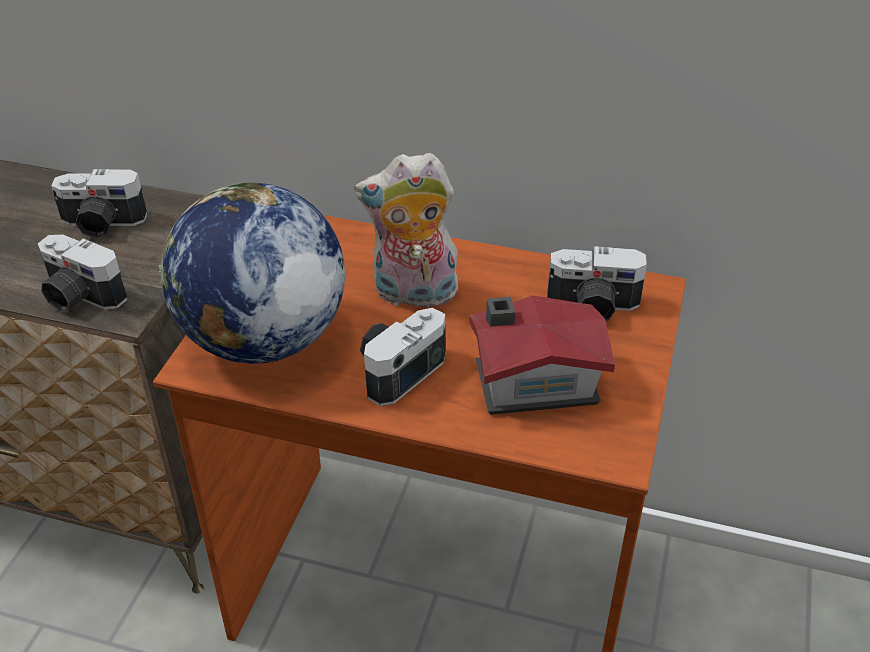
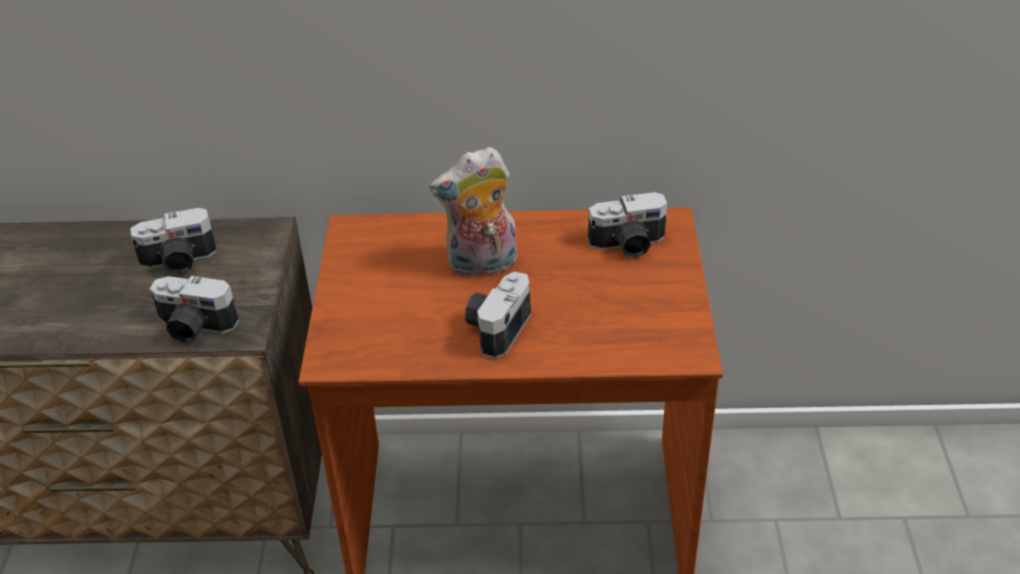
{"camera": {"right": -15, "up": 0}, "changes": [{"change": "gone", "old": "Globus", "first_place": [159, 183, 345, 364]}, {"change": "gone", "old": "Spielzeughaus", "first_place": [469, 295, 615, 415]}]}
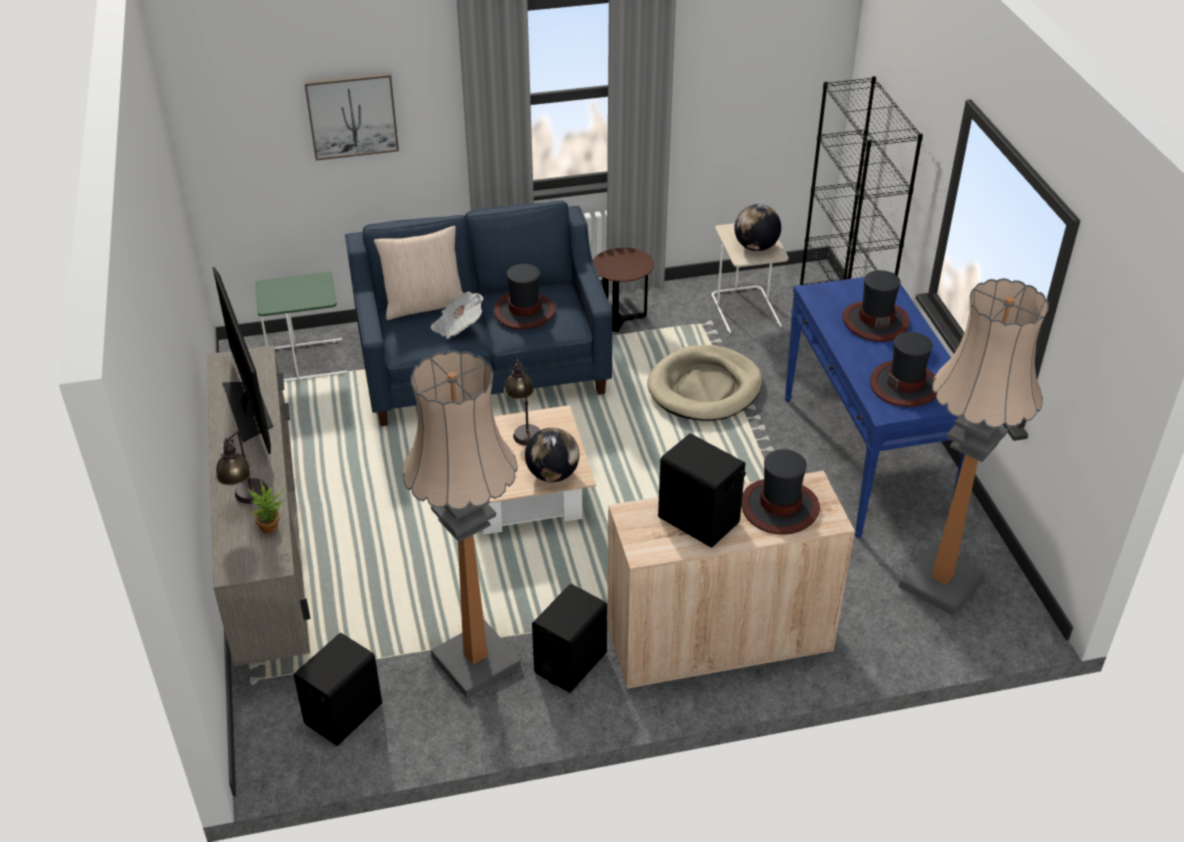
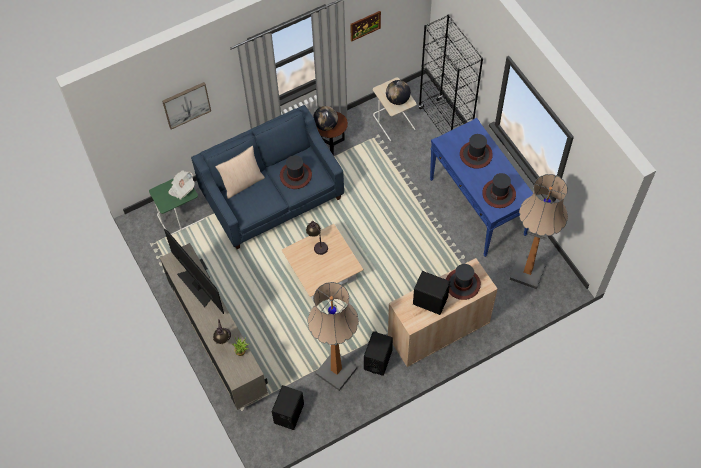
{"camera": {"right": -15, "up": 20}, "changes": [{"change": "shifted", "old": "Zeitung", "first_place": [431, 291, 484, 339], "second_place": [169, 171, 195, 200]}, {"change": "gone", "old": "Hundebett [beige]", "first_place": [647, 345, 762, 421]}, {"change": "shifted", "old": "Globus", "first_place": [525, 428, 580, 482], "second_place": [313, 106, 338, 131]}, {"change": "new", "new": "Bild", "second_place": [350, 11, 381, 42]}]}
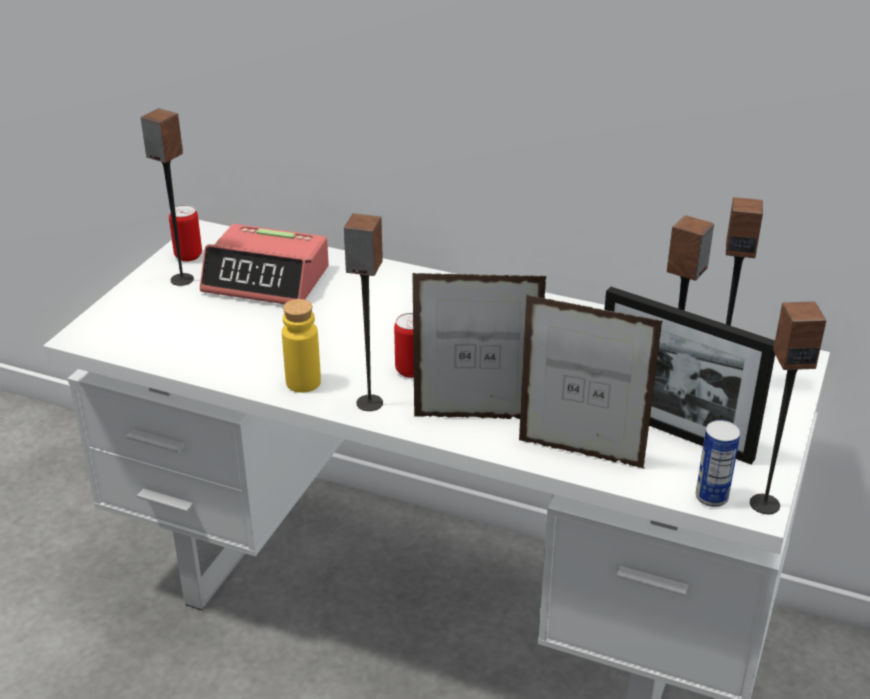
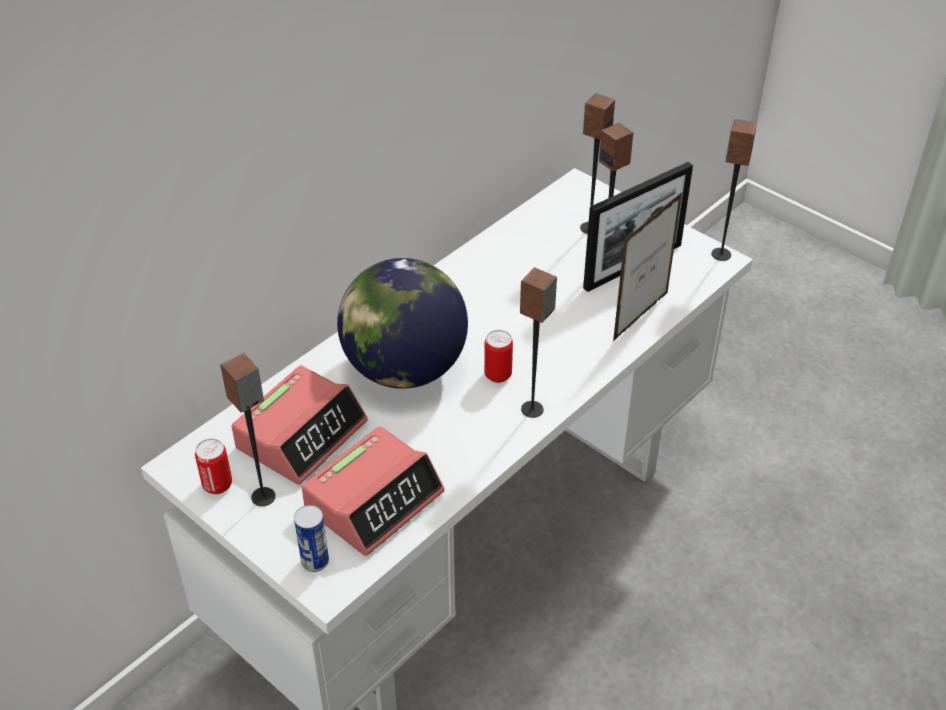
{"camera": {"right": -70, "up": 10}, "changes": [{"change": "gone", "old": "Bilderrahmen", "first_place": [412, 273, 547, 419]}, {"change": "gone", "old": "Flasche [gelb]", "first_place": [282, 299, 321, 393]}, {"change": "shifted", "old": "Dose", "first_place": [696, 420, 740, 507], "second_place": [294, 505, 329, 572]}, {"change": "new", "new": "Globus", "second_place": [337, 258, 468, 389]}, {"change": "new", "new": "Wecker", "second_place": [302, 426, 445, 556]}]}
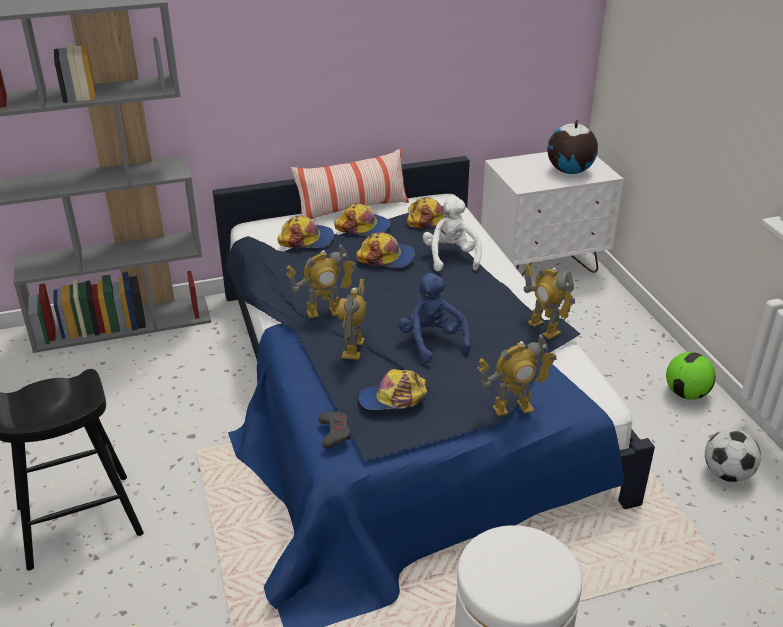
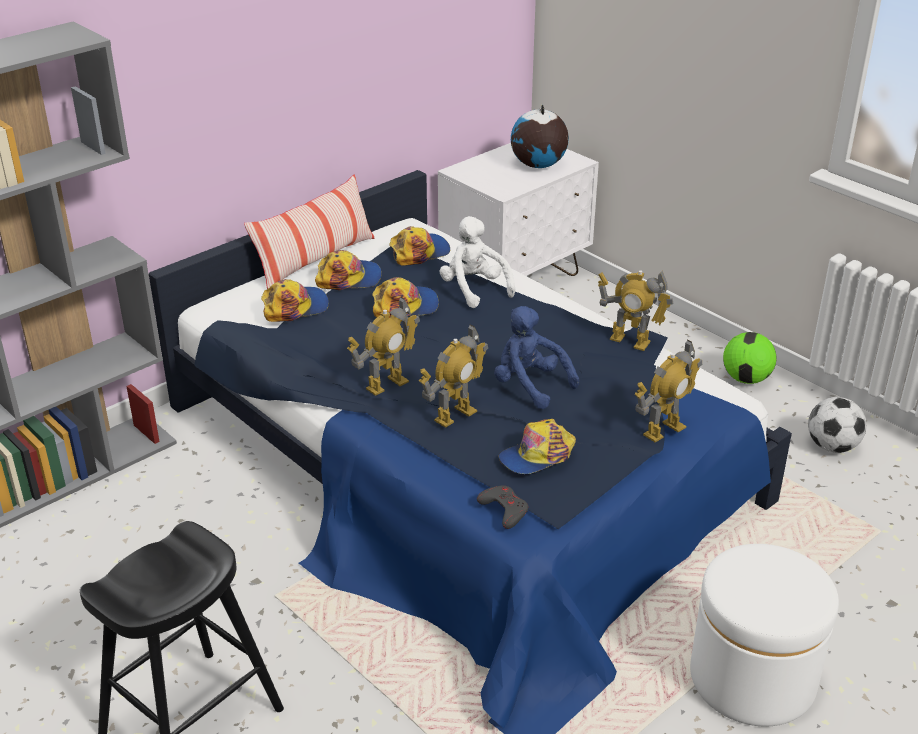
{"camera": {"right": -25, "up": 0}, "changes": [{"change": "rotated", "old": "Spielzeugroboter", "first_place": [338, 279, 367, 360], "second_place": [419, 324, 488, 428], "degrees": -120}]}
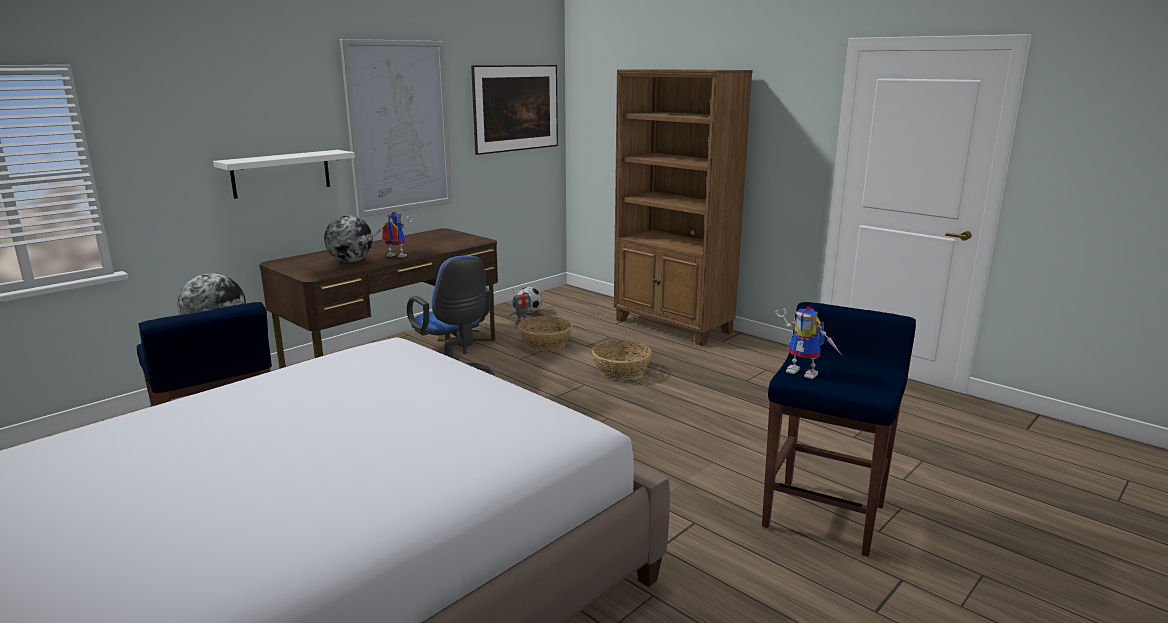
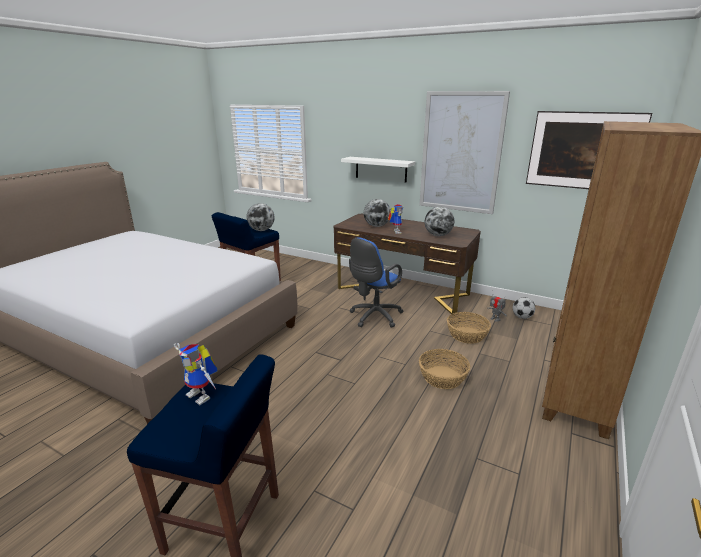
{"camera": {"right": 75, "up": 5}, "changes": [{"change": "rotated", "old": "Spielzeugroboter", "first_place": [776, 306, 842, 379], "second_place": [174, 343, 218, 405], "degrees": -75}, {"change": "new", "new": "Globus", "second_place": [425, 207, 454, 236]}]}
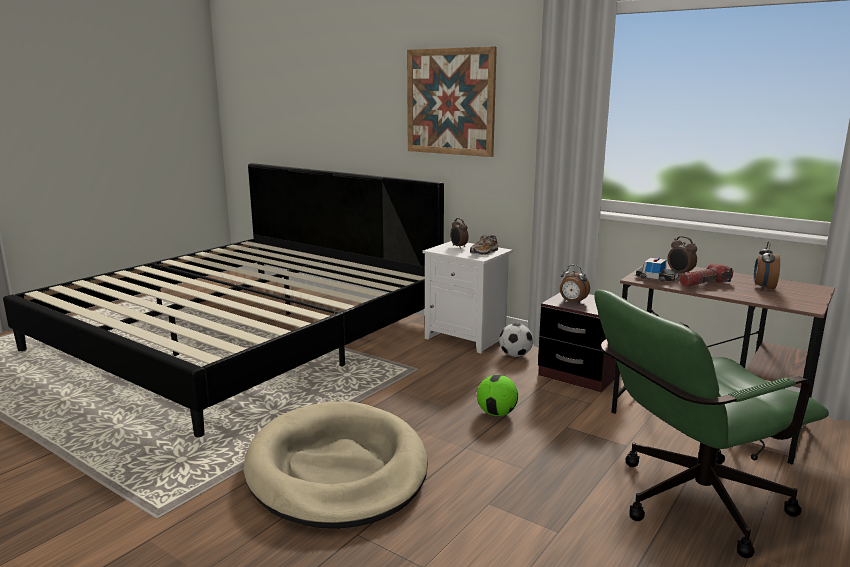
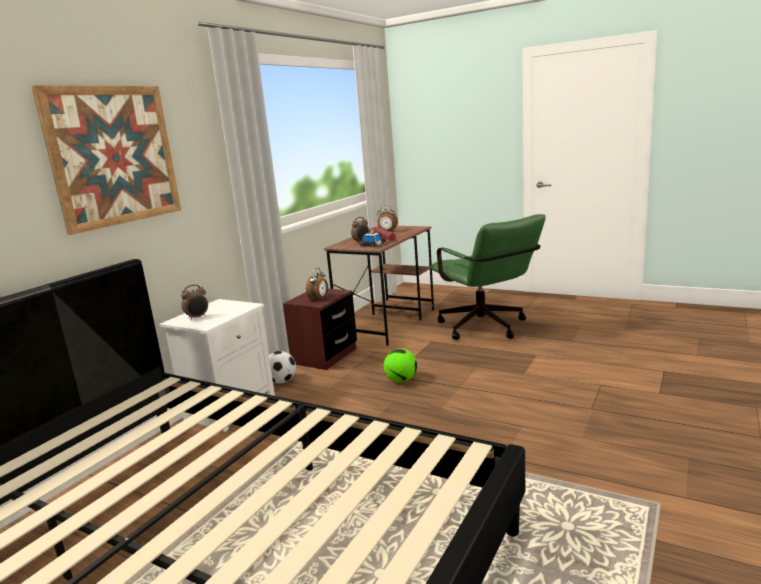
{"camera": {"right": -95, "up": 0}, "changes": [{"change": "gone", "old": "Schuh", "first_place": [470, 235, 498, 255]}, {"change": "gone", "old": "Hundebett [beige]", "first_place": [244, 401, 428, 529]}]}
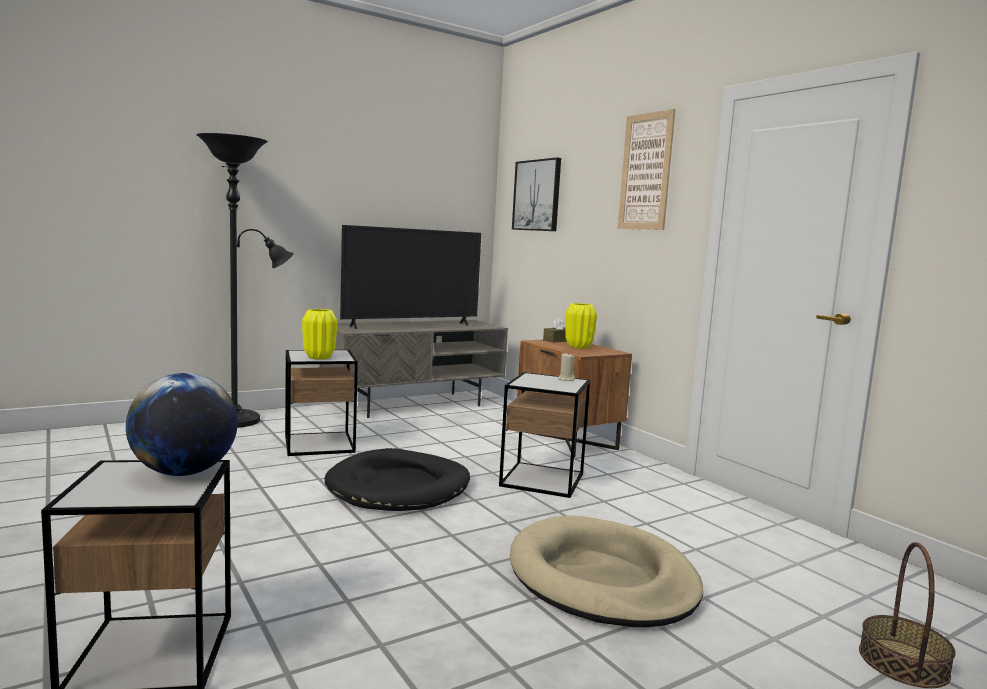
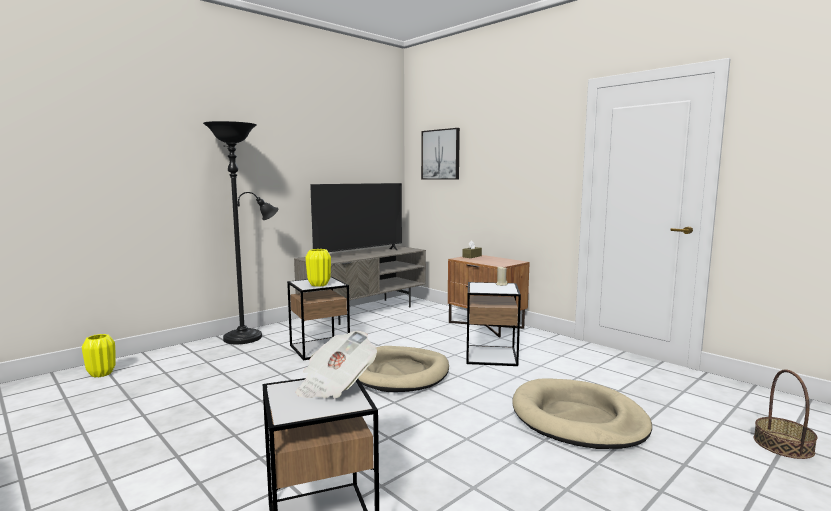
{"camera": {"right": -10, "up": 0}, "changes": [{"change": "gone", "old": "Bild", "first_place": [618, 109, 675, 230]}, {"change": "shifted", "old": "Vase [gelb]", "first_place": [565, 303, 597, 349], "second_place": [82, 334, 116, 377]}, {"change": "swapped", "old": "Globus", "new": "Zeitung", "first_place": [126, 373, 238, 476], "second_place": [296, 331, 377, 398]}, {"change": "repainted", "old": "Hundebett [schwarz]", "new": "Hundebett [beige]", "first_place": [324, 448, 470, 511], "second_place": [358, 346, 449, 392]}]}
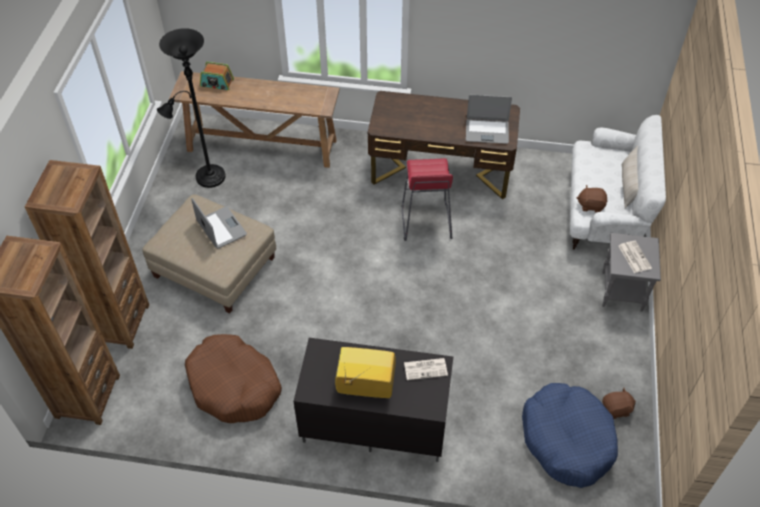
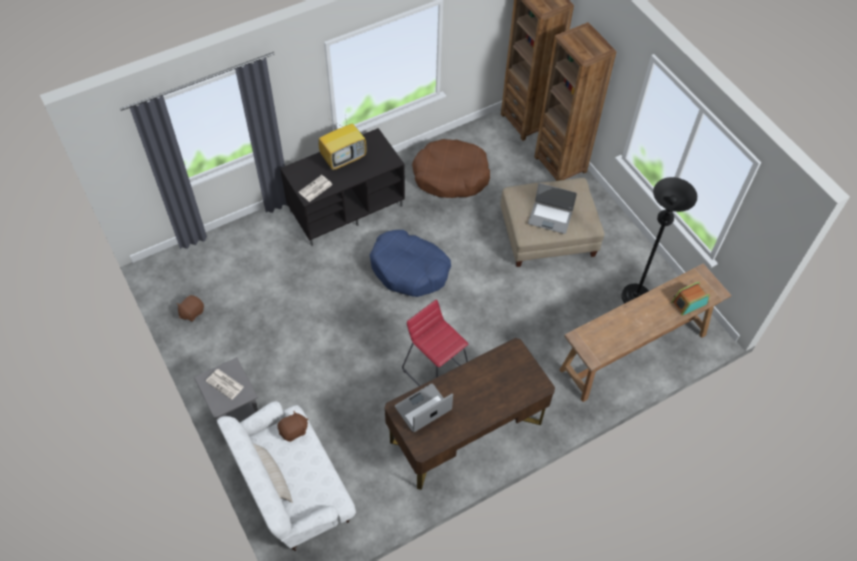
{"camera": {"right": 140, "up": 5}, "changes": [{"change": "shifted", "old": "Hundebett [blau]", "first_place": [522, 383, 618, 488], "second_place": [370, 230, 451, 297]}]}
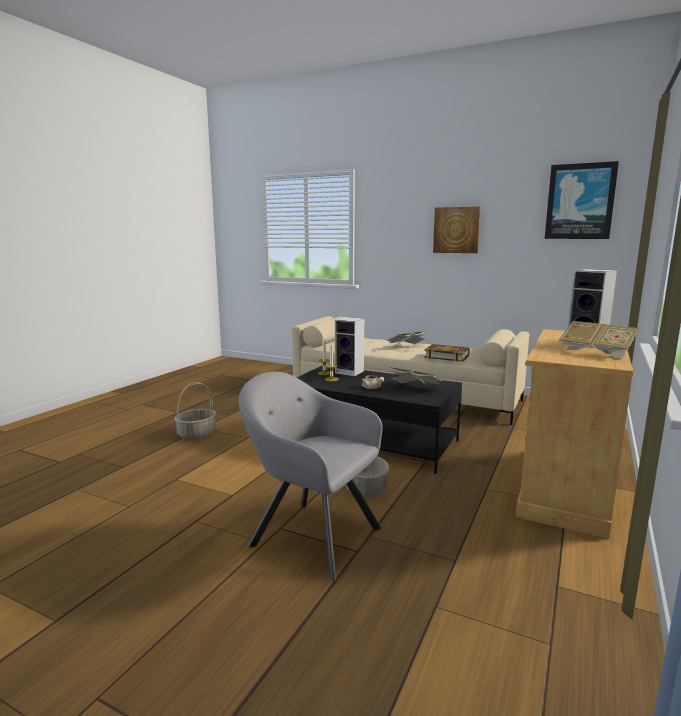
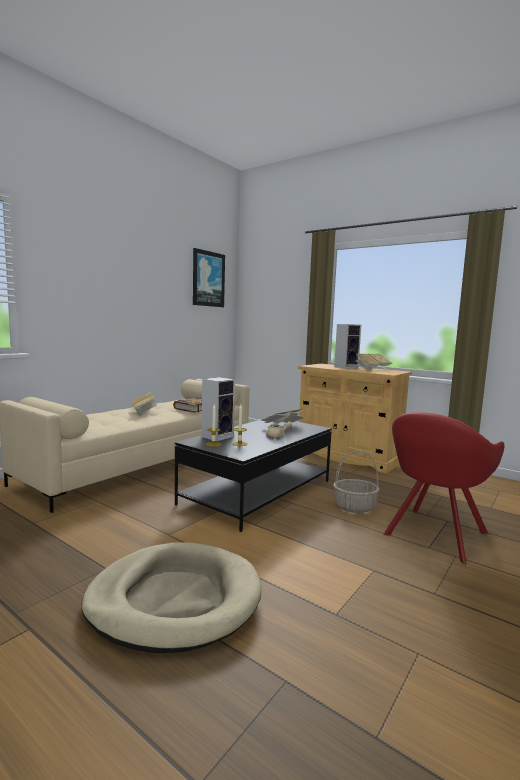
{"camera": {"right": -80, "up": -5}, "changes": [{"change": "gone", "old": "Bild", "first_place": [433, 206, 481, 253]}, {"change": "repainted", "old": "Sessel [grau]", "new": "Sessel [rot]", "first_place": [239, 372, 383, 581], "second_place": [383, 412, 504, 564]}, {"change": "swapped", "old": "Korb", "new": "Hundebett [beige]", "first_place": [175, 382, 217, 440], "second_place": [81, 542, 261, 653]}]}
